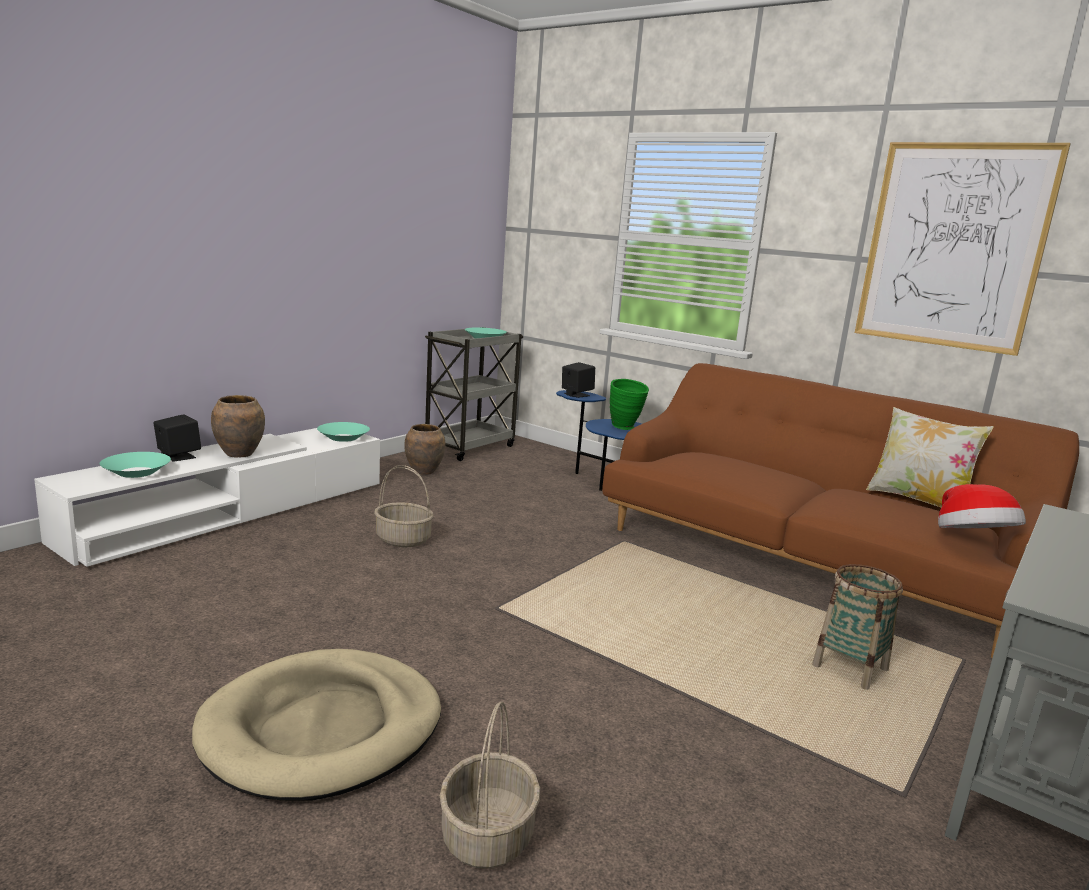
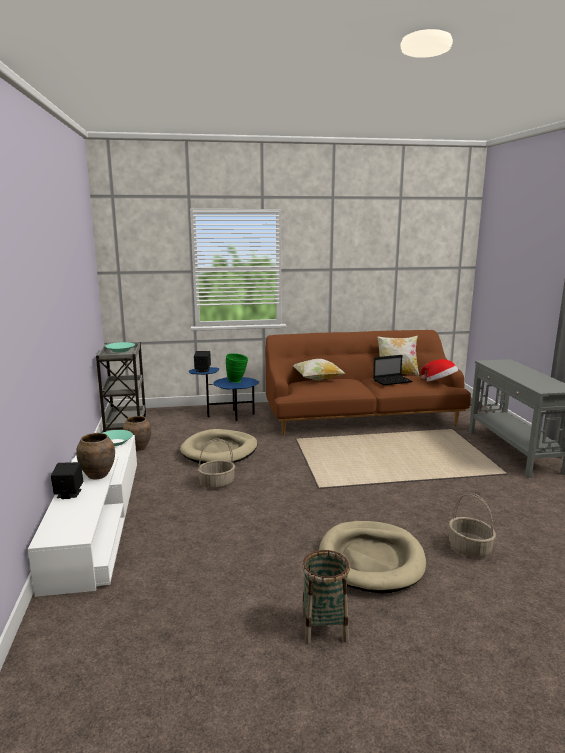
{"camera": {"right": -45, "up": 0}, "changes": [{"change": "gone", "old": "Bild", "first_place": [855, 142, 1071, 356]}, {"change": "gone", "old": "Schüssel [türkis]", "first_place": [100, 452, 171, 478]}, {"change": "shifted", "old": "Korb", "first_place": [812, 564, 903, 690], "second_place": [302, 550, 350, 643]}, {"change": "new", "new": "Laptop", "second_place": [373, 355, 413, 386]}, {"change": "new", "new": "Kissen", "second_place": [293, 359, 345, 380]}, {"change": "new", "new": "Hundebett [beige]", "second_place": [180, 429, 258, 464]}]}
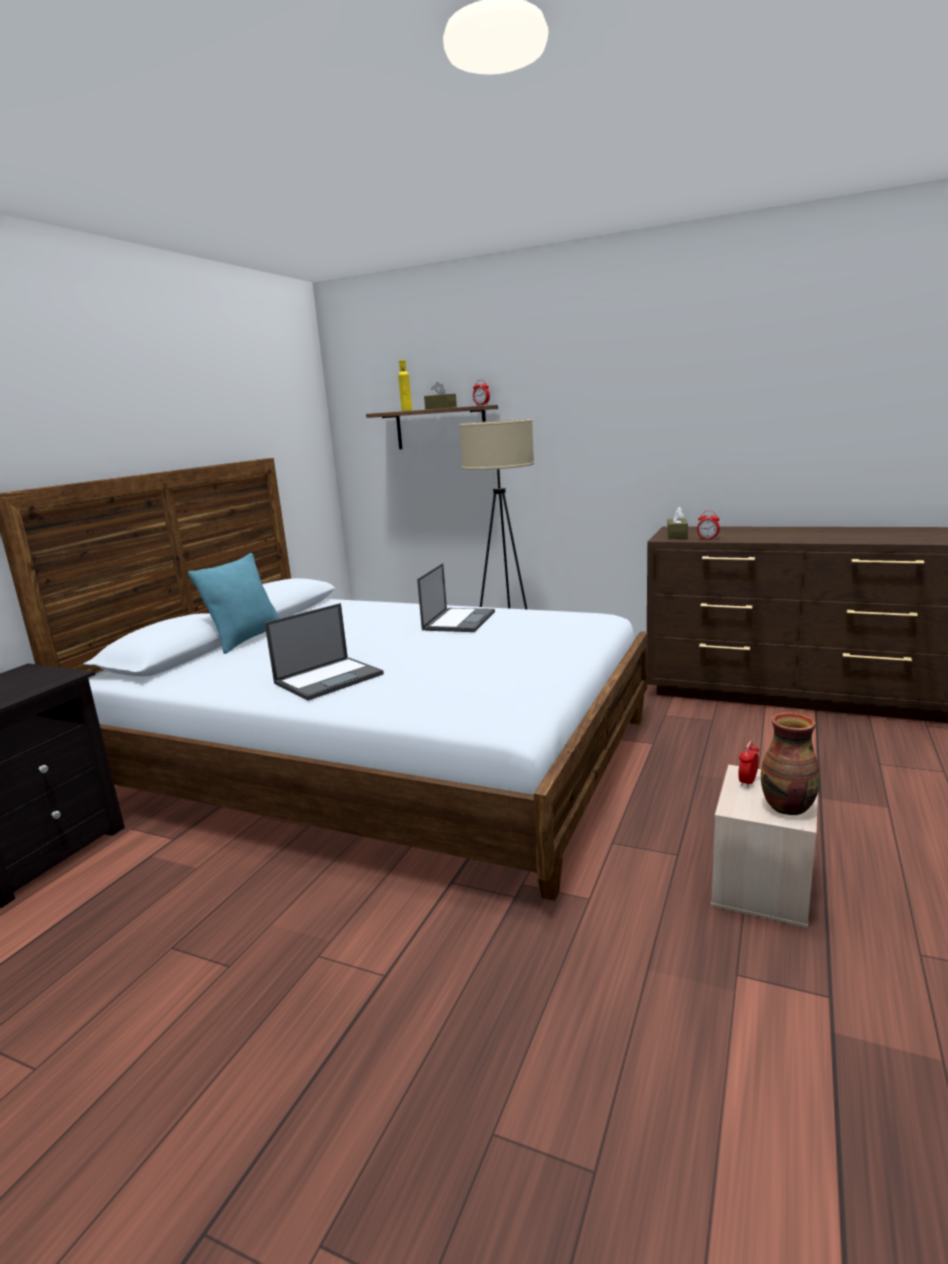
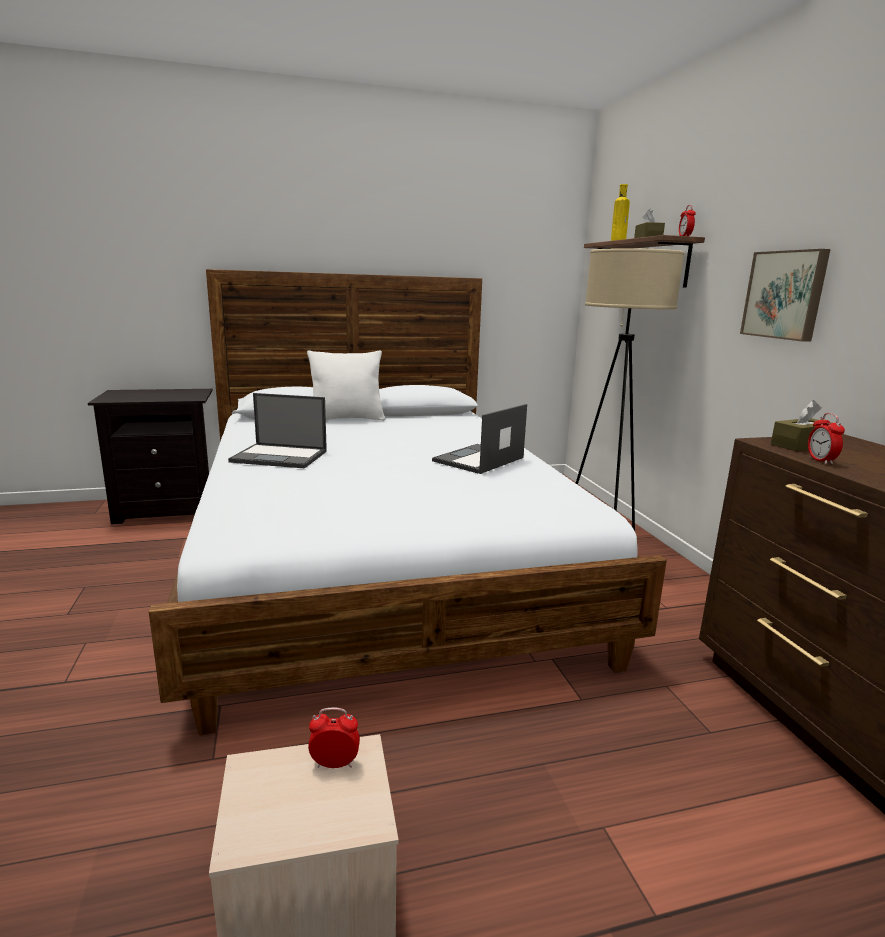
{"camera": {"right": 50, "up": 0}, "changes": [{"change": "repainted", "old": "Kissen [türkis]", "new": "Kissen [weiß]", "first_place": [188, 553, 280, 654], "second_place": [307, 350, 385, 421]}, {"change": "rotated", "old": "Laptop", "first_place": [417, 563, 495, 632], "second_place": [432, 404, 527, 474], "degrees": 150}, {"change": "gone", "old": "Vase", "first_place": [761, 713, 820, 815]}, {"change": "new", "new": "Bild", "second_place": [740, 249, 831, 342]}]}
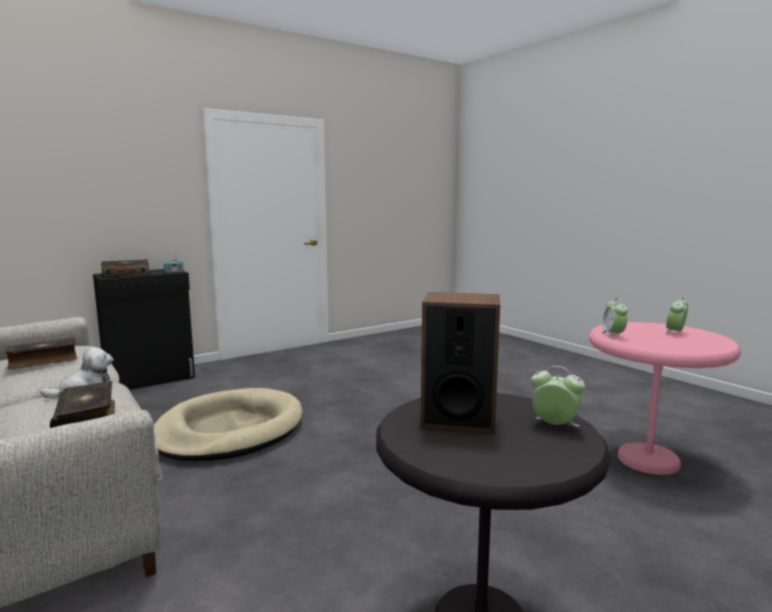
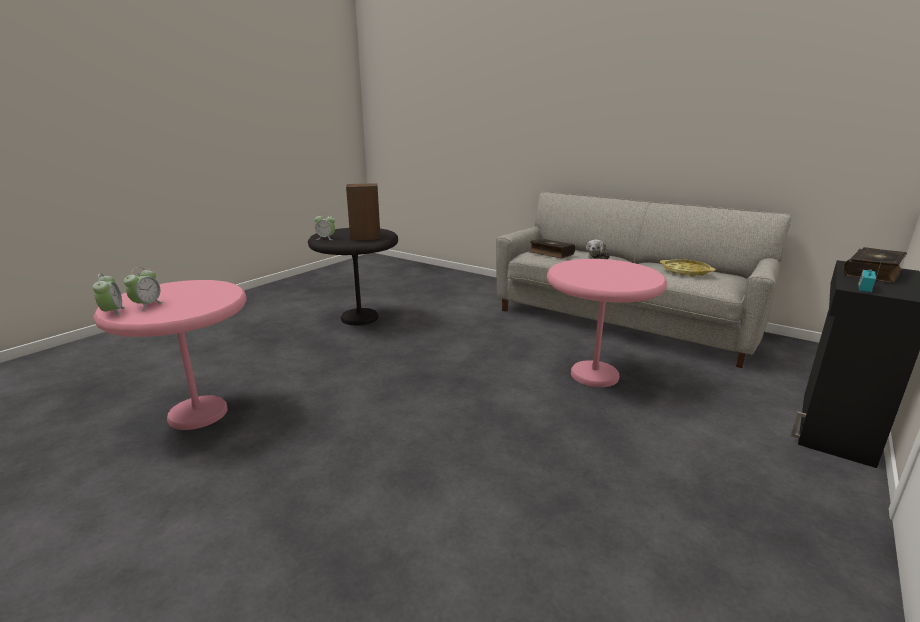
{"camera": {"right": 160, "up": 10}, "changes": [{"change": "shifted", "old": "Wecker", "first_place": [601, 298, 628, 339], "second_place": [93, 273, 125, 317]}, {"change": "swapped", "old": "Buch", "new": "Tablett [gelb]", "first_place": [6, 338, 77, 370], "second_place": [660, 259, 716, 277]}, {"change": "swapped", "old": "Hundebett [beige]", "new": "Beistelltisch [rosa]", "first_place": [153, 388, 303, 461], "second_place": [547, 259, 667, 387]}]}
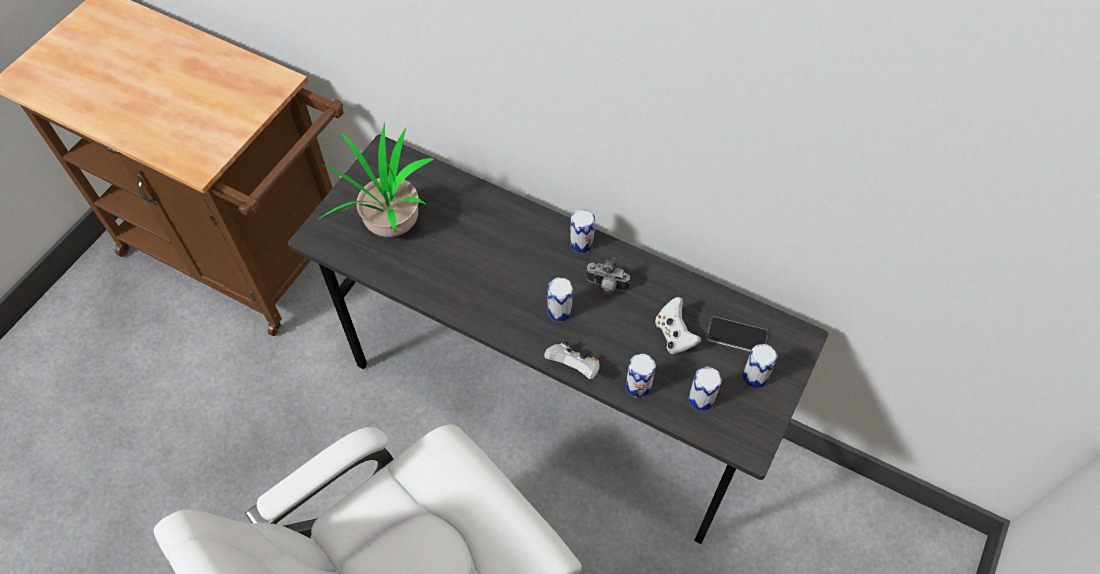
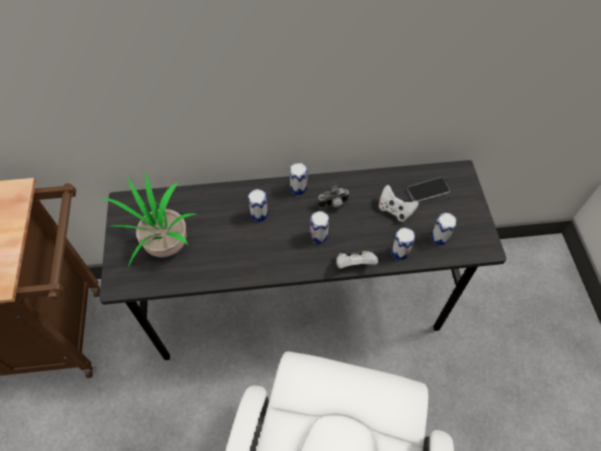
{"camera": {"right": -35, "up": 0}, "changes": [{"change": "shifted", "old": "Dose", "first_place": [743, 344, 777, 388], "second_place": [248, 189, 268, 222]}]}
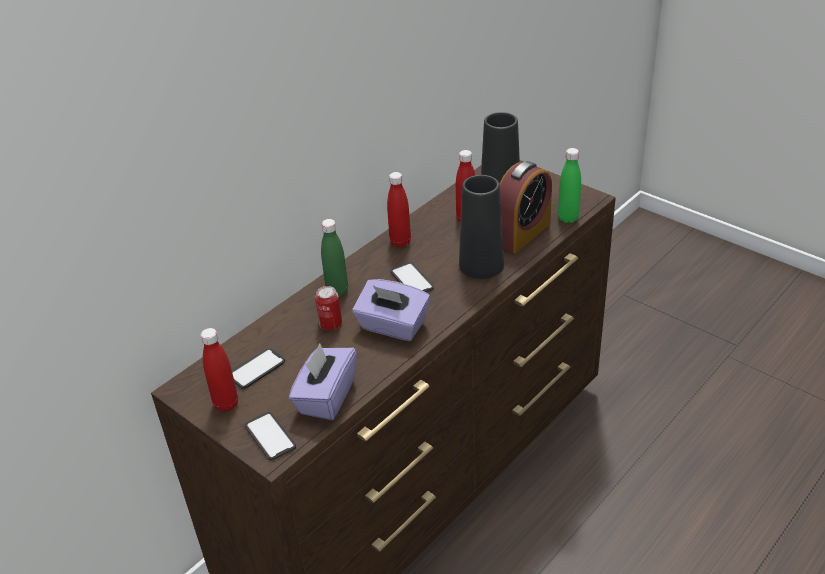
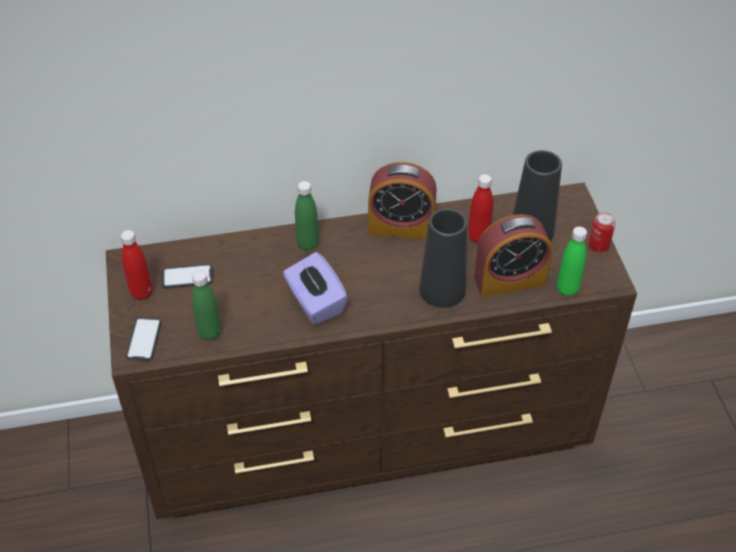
{"camera": {"right": 35, "up": 10}, "changes": [{"change": "swapped", "old": "Flasche [rot]", "new": "Wecker", "first_place": [387, 172, 411, 247], "second_place": [368, 162, 437, 239]}, {"change": "gone", "old": "Handy", "first_place": [390, 262, 434, 292]}, {"change": "shifted", "old": "Dose", "first_place": [315, 286, 342, 330], "second_place": [588, 212, 615, 252]}, {"change": "swapped", "old": "Taschentuchbox [lila]", "new": "Flasche [grün]", "first_place": [289, 344, 357, 420], "second_place": [192, 270, 221, 340]}]}
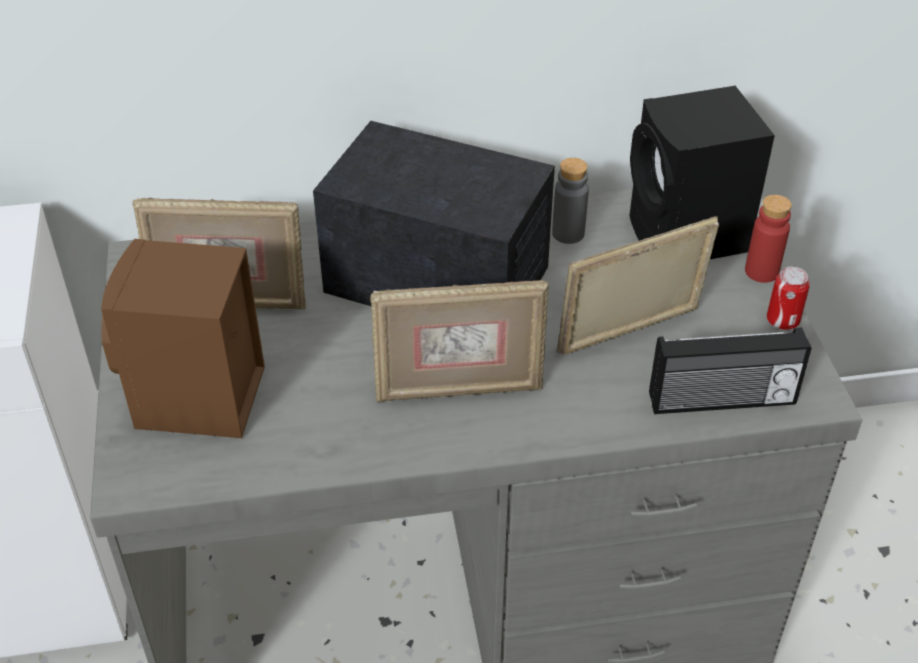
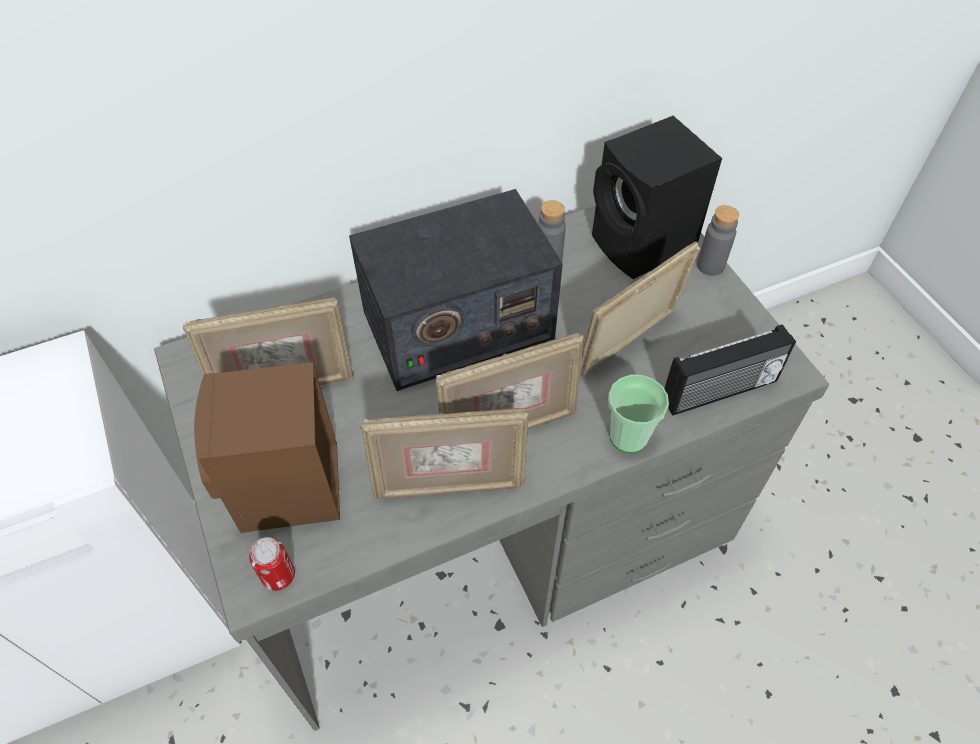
{"camera": {"right": -15, "up": 10}, "changes": [{"change": "rotated", "old": "Radio", "first_place": [313, 121, 555, 306], "second_place": [349, 189, 563, 391], "degrees": 150}, {"change": "repainted", "old": "Flasche [rot]", "new": "Flasche [grau]", "first_place": [745, 195, 792, 283], "second_place": [697, 205, 739, 276]}, {"change": "shifted", "old": "Dose", "first_place": [767, 266, 810, 330], "second_place": [249, 537, 295, 591]}, {"change": "new", "new": "Tasse", "second_place": [608, 375, 669, 453]}, {"change": "new", "new": "Bilderrahmen", "second_place": [360, 408, 529, 499]}]}
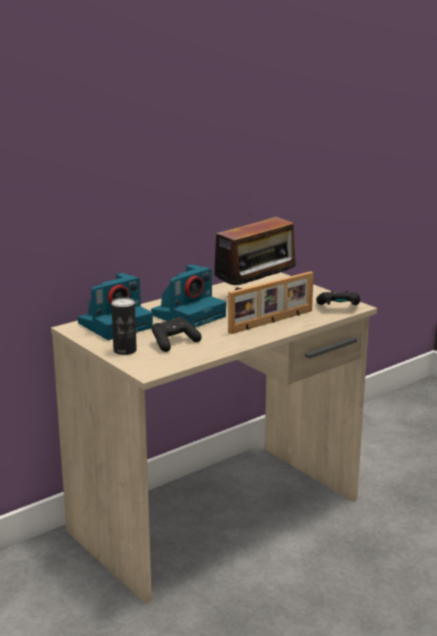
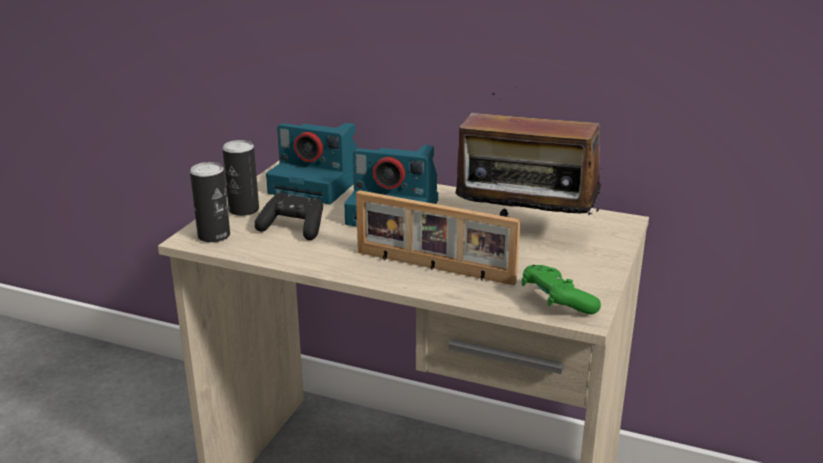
{"camera": {"right": 60, "up": 5}, "changes": [{"change": "repainted", "old": "Gamepad [schwarz]", "new": "Gamepad [grün]", "first_place": [316, 290, 360, 305], "second_place": [522, 265, 601, 314]}, {"change": "new", "new": "Dose", "second_place": [190, 162, 230, 243]}]}
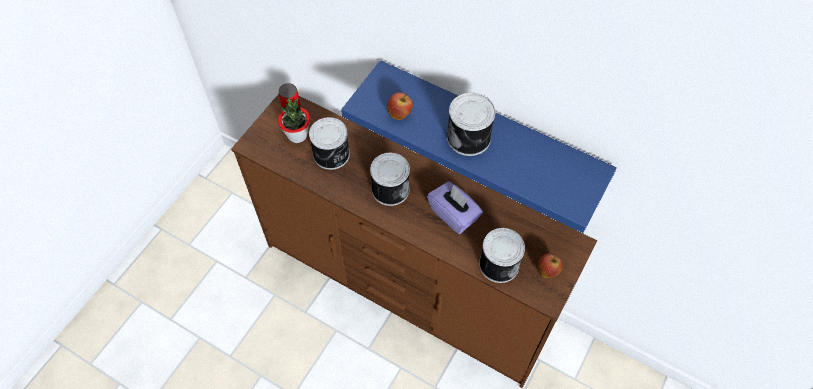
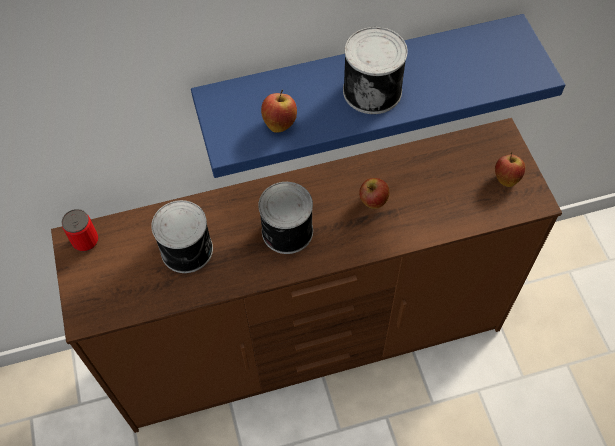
{"camera": {"right": -45, "up": 0}, "changes": [{"change": "gone", "old": "Topfpflanze", "first_place": [278, 98, 310, 143]}, {"change": "swapped", "old": "Taschentuchbox [lila]", "new": "Apfel", "first_place": [427, 181, 483, 234], "second_place": [359, 178, 389, 209]}, {"change": "gone", "old": "Dose", "first_place": [479, 228, 525, 283]}]}
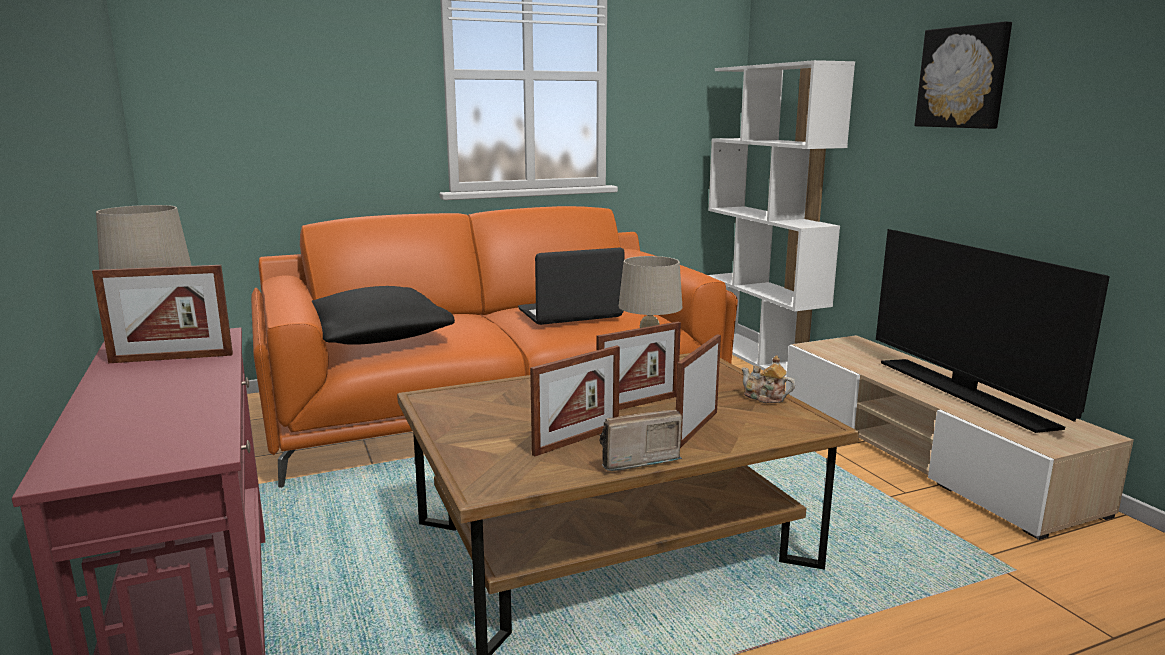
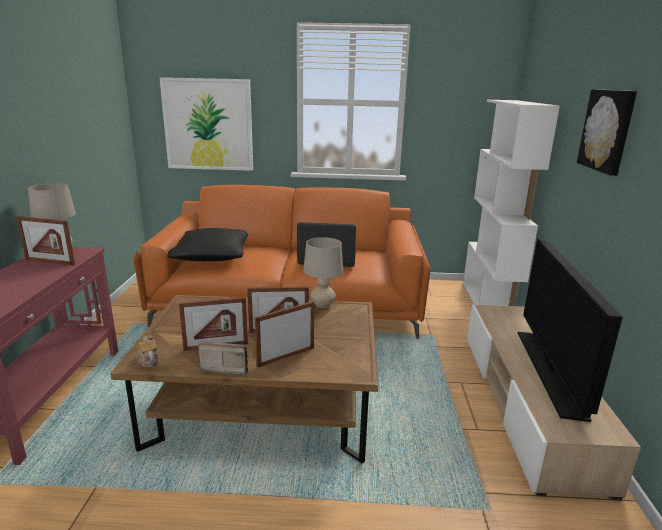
{"camera": {"right": 25, "up": 5}, "changes": [{"change": "shifted", "old": "Teekanne", "first_place": [741, 355, 795, 403], "second_place": [138, 335, 159, 367]}, {"change": "new", "new": "Bild", "second_place": [159, 77, 253, 171]}]}
